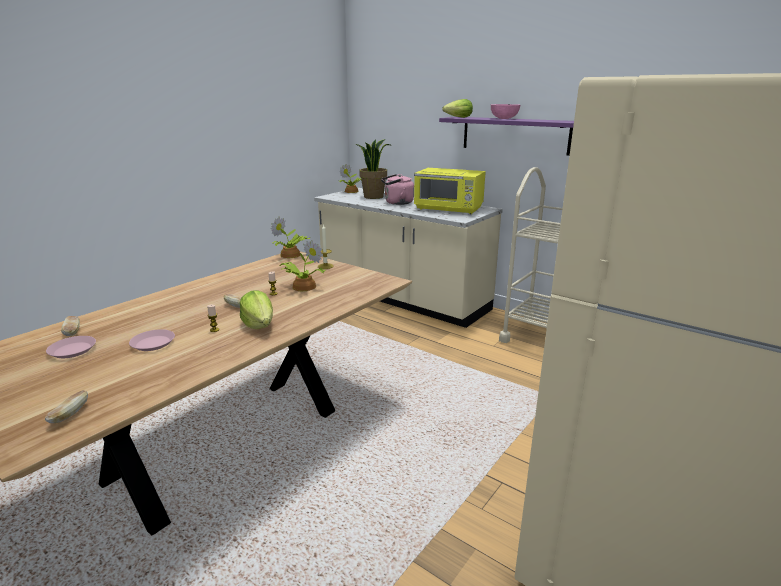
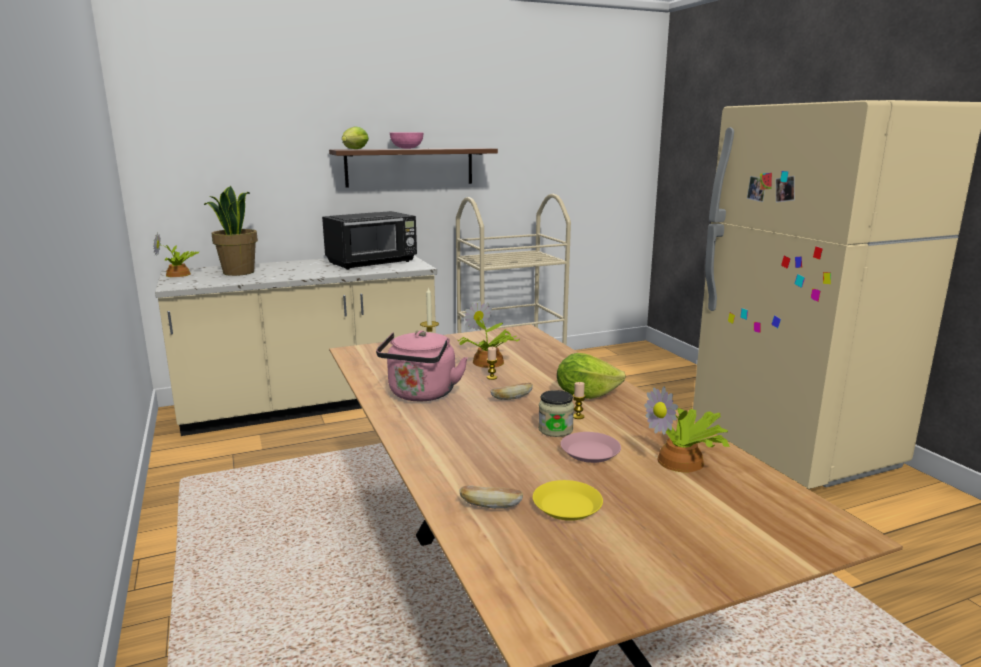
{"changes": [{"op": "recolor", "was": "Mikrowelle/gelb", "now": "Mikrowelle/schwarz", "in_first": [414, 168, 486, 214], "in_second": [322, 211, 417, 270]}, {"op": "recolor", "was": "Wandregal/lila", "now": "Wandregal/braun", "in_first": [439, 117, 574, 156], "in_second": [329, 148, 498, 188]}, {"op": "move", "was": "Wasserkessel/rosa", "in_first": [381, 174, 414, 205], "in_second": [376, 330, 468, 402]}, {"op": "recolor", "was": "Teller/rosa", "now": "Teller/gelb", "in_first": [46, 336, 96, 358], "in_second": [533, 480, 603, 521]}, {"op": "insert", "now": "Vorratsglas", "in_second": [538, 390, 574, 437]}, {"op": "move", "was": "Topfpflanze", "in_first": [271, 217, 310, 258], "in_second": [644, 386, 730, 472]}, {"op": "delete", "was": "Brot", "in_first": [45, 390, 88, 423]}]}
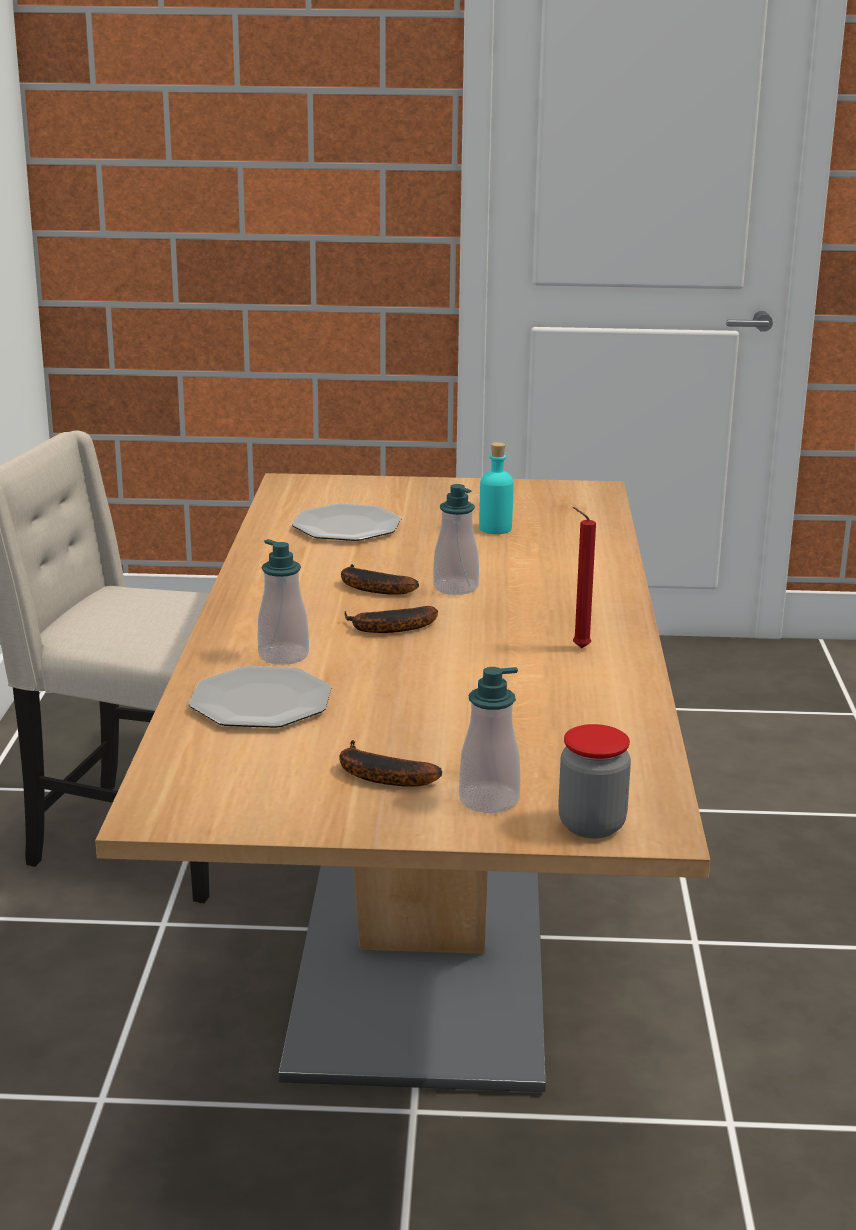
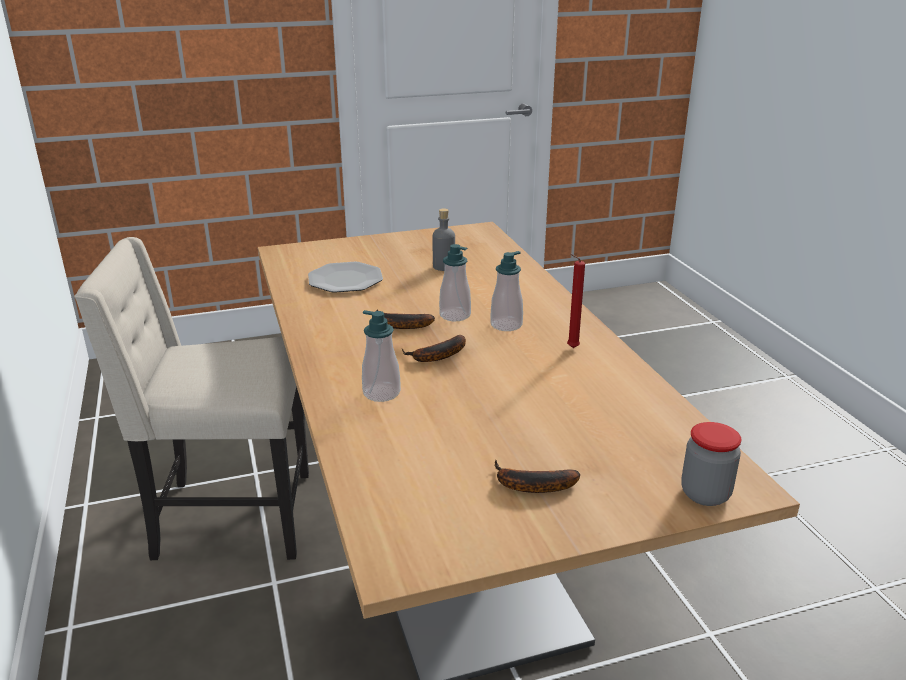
{"changes": [{"op": "recolor", "was": "Flasche/türkis", "now": "Flasche/grau", "in_first": [479, 442, 514, 534], "in_second": [433, 209, 455, 271]}, {"op": "move", "was": "Seifenspender", "in_first": [459, 667, 520, 813], "in_second": [490, 251, 523, 331]}, {"op": "delete", "was": "Teller", "in_first": [189, 666, 331, 728]}]}
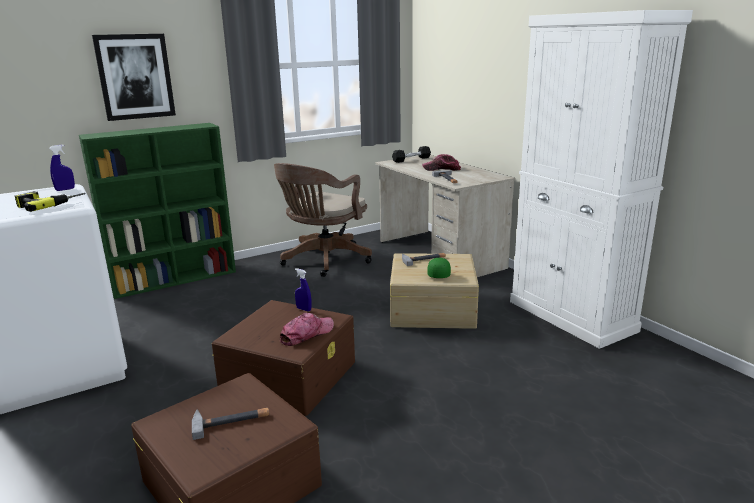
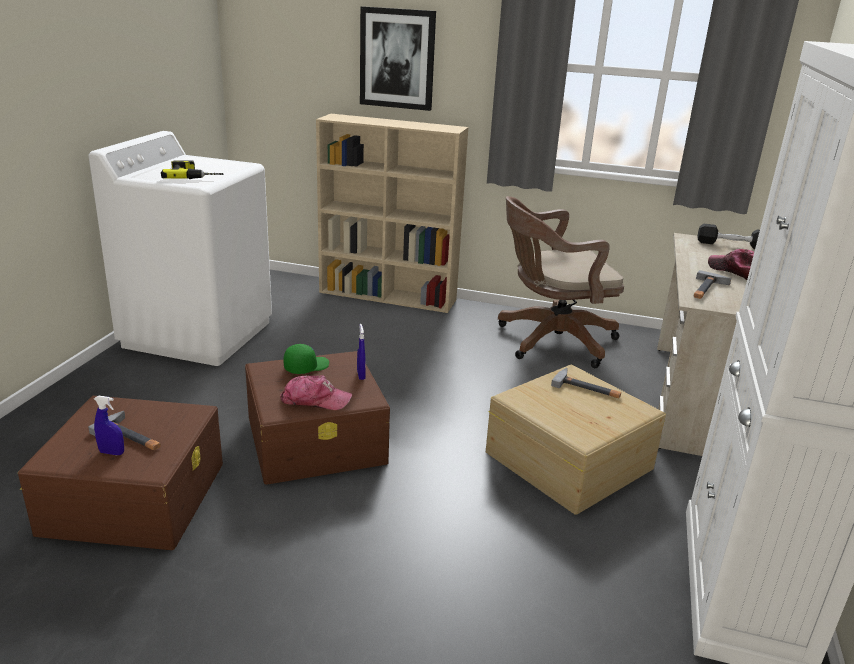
{"changes": [{"op": "move", "was": "Sprühflasche/blau", "in_first": [49, 145, 75, 191], "in_second": [94, 395, 124, 455]}, {"op": "move", "was": "Kappe/grün", "in_first": [427, 258, 451, 278], "in_second": [283, 344, 329, 374]}, {"op": "recolor", "was": "Bücherregal/grün", "now": "Bücherregal/beige", "in_first": [79, 123, 236, 299], "in_second": [316, 114, 468, 313]}]}
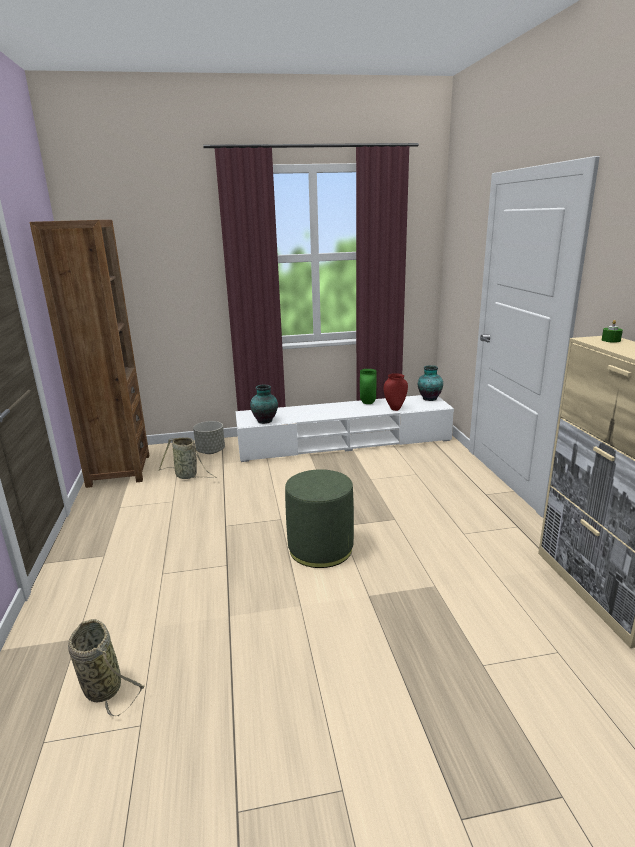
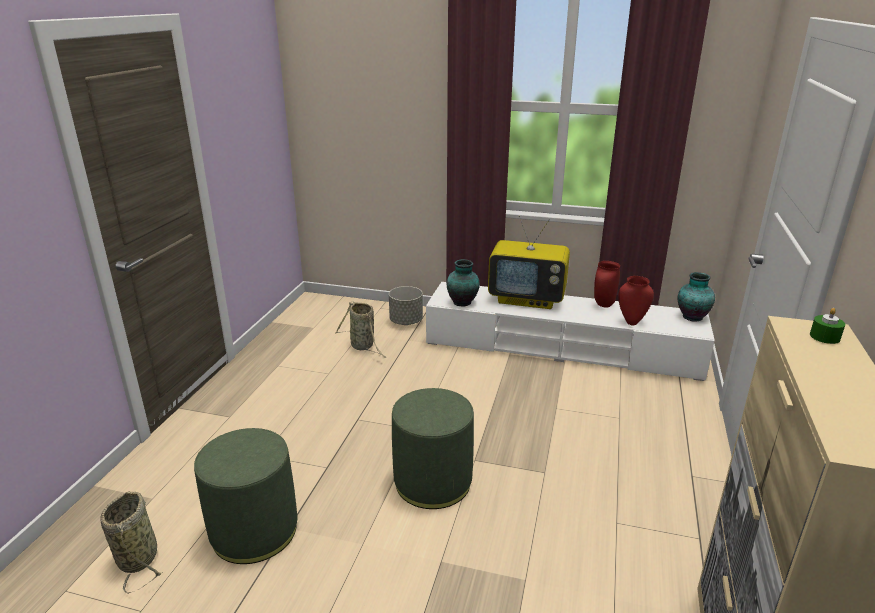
{"changes": [{"op": "insert", "now": "Polsterhocker/grün", "in_second": [194, 428, 297, 564]}, {"op": "insert", "now": "Fernseher", "in_second": [488, 216, 570, 309]}, {"op": "recolor", "was": "Vase/grün", "now": "Vase/rot", "in_first": [360, 369, 377, 404], "in_second": [594, 261, 620, 308]}, {"op": "delete", "was": "Bücherregal/braun", "in_first": [30, 220, 149, 488]}]}
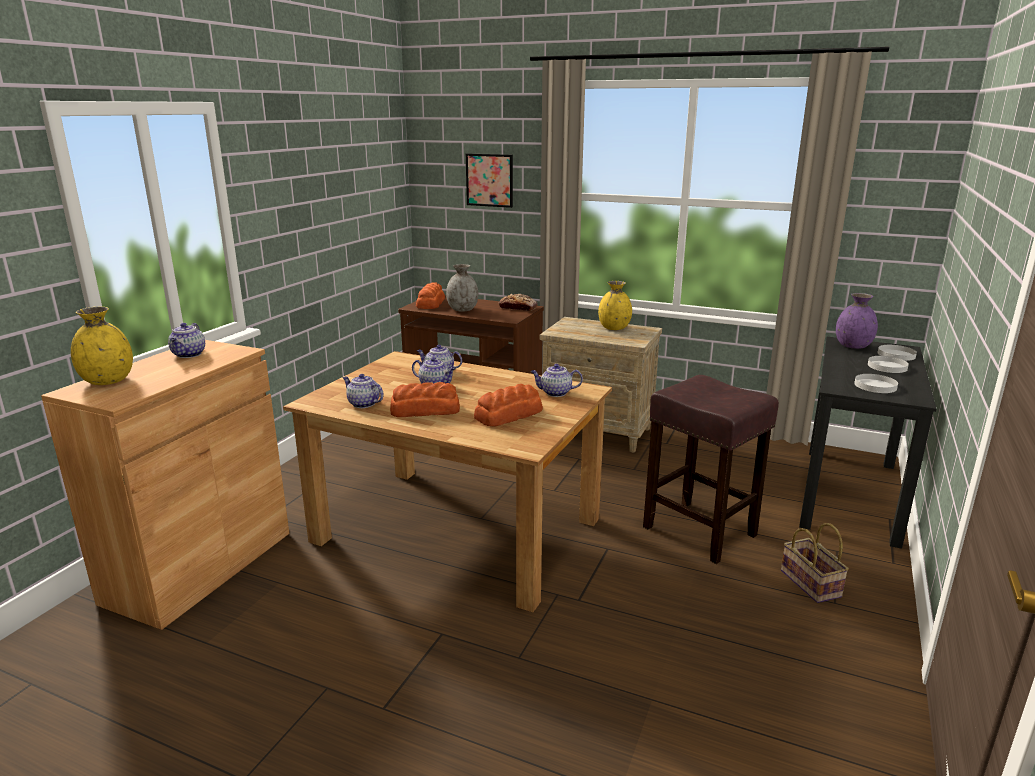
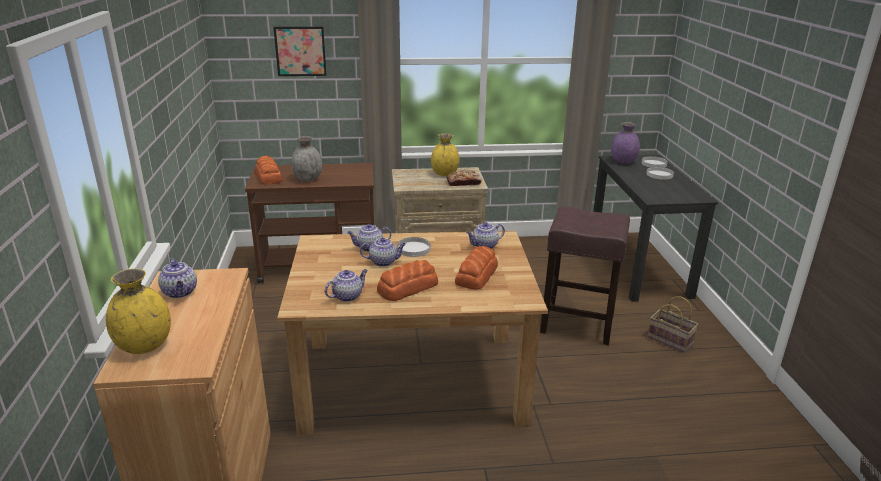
{"changes": [{"op": "rotate", "was": "Teekanne", "in_first": [342, 374, 383, 408], "in_second": [325, 269, 368, 302], "clockwise": 135}, {"op": "move", "was": "Teller/weiß", "in_first": [854, 374, 898, 393], "in_second": [397, 237, 430, 257]}, {"op": "move", "was": "Brot", "in_first": [499, 294, 538, 311], "in_second": [447, 170, 482, 186]}]}
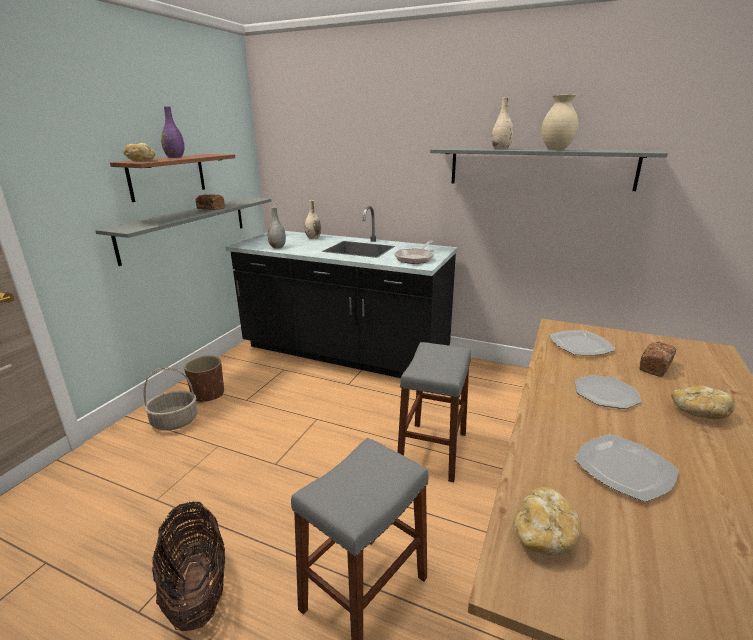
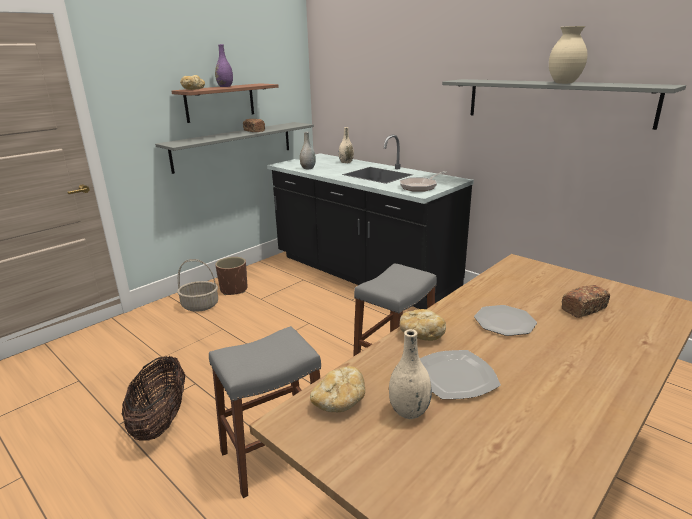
{"changes": [{"op": "move", "was": "Vase/beige", "in_first": [491, 97, 513, 149], "in_second": [389, 329, 432, 419]}, {"op": "move", "was": "Brot", "in_first": [671, 385, 735, 419], "in_second": [400, 309, 446, 341]}, {"op": "delete", "was": "Teller", "in_first": [549, 330, 616, 355]}]}
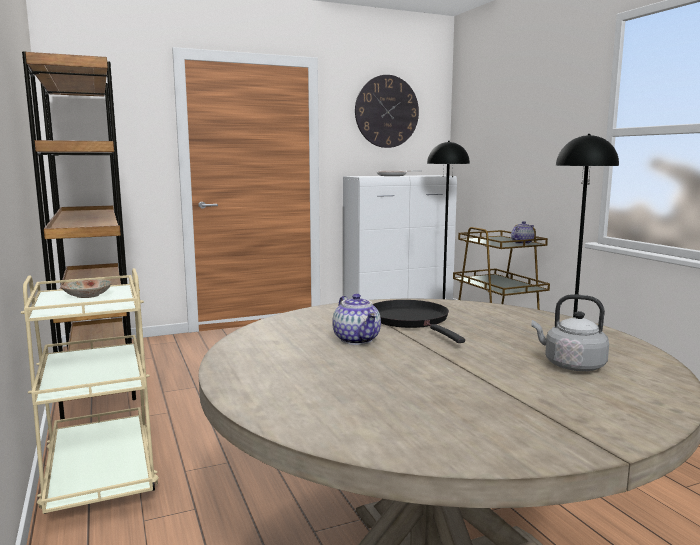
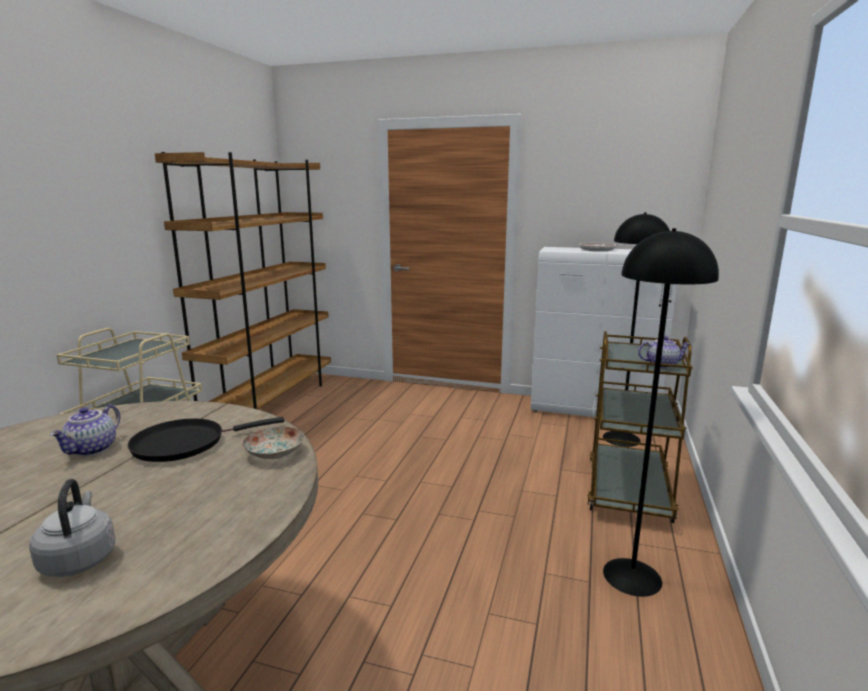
{"changes": [{"op": "rotate", "was": "Pfanne/schwarz", "in_first": [372, 300, 465, 343], "in_second": [127, 417, 285, 462], "clockwise": -135}, {"op": "move", "was": "Teller", "in_first": [61, 280, 112, 298], "in_second": [243, 427, 305, 459]}, {"op": "delete", "was": "Wanduhr", "in_first": [355, 75, 419, 148]}]}
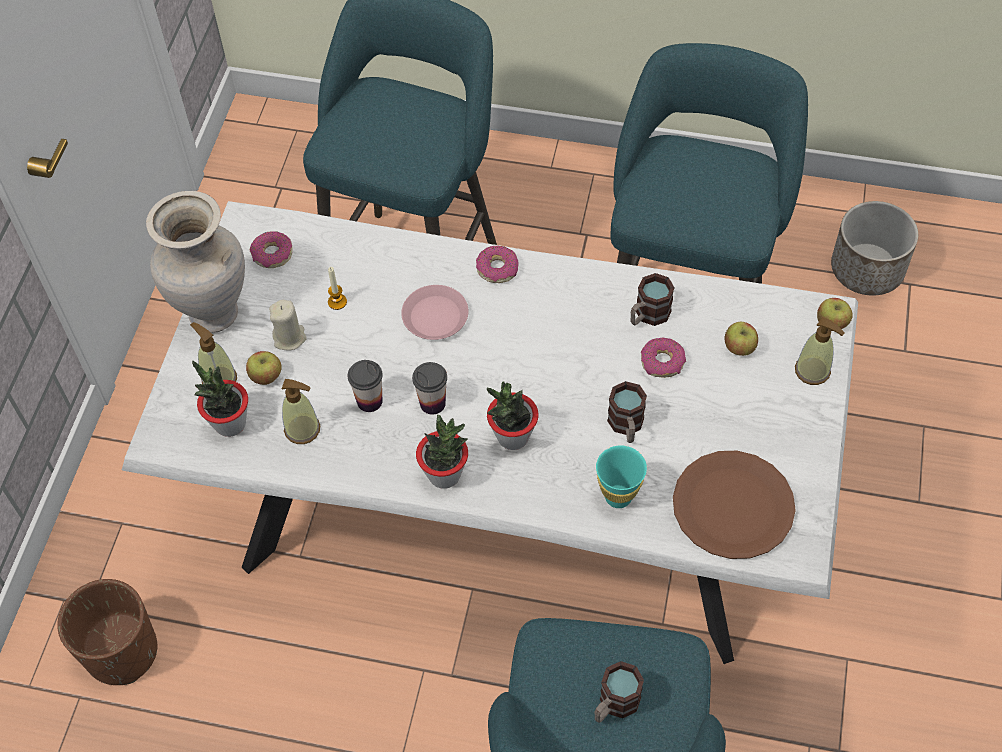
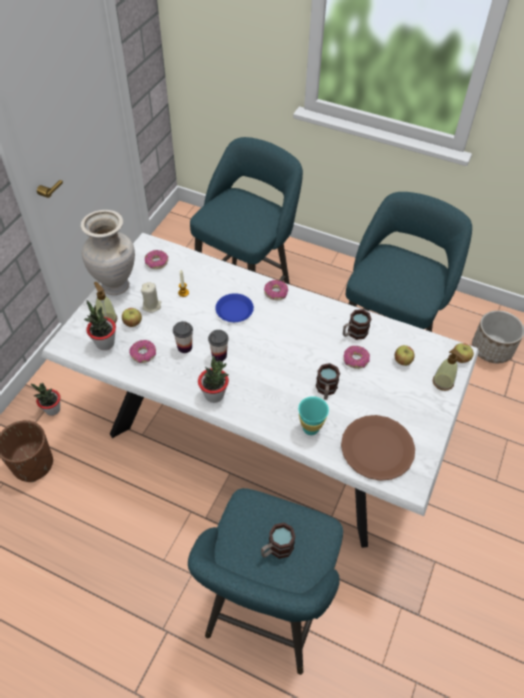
{"changes": [{"op": "move", "was": "Topfpflanze", "in_first": [487, 381, 539, 450], "in_second": [31, 383, 60, 416]}, {"op": "replace", "was": "Seifenspender", "now": "Donut", "in_first": [282, 379, 320, 444], "in_second": [129, 340, 156, 363]}, {"op": "recolor", "was": "Teller/rosa", "now": "Teller/blau", "in_first": [401, 285, 469, 340], "in_second": [215, 293, 254, 322]}]}
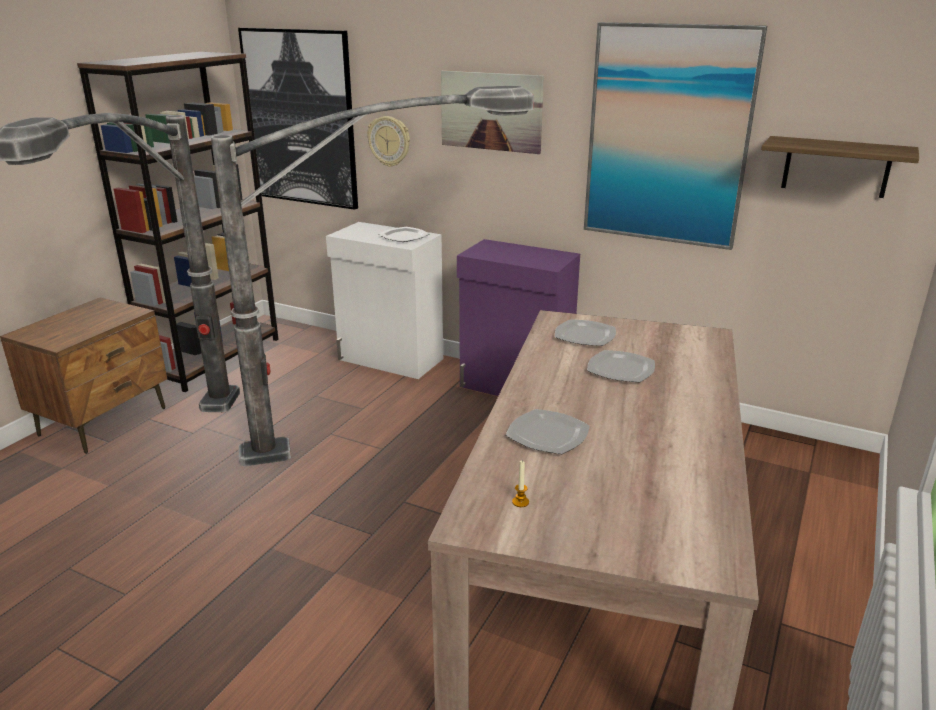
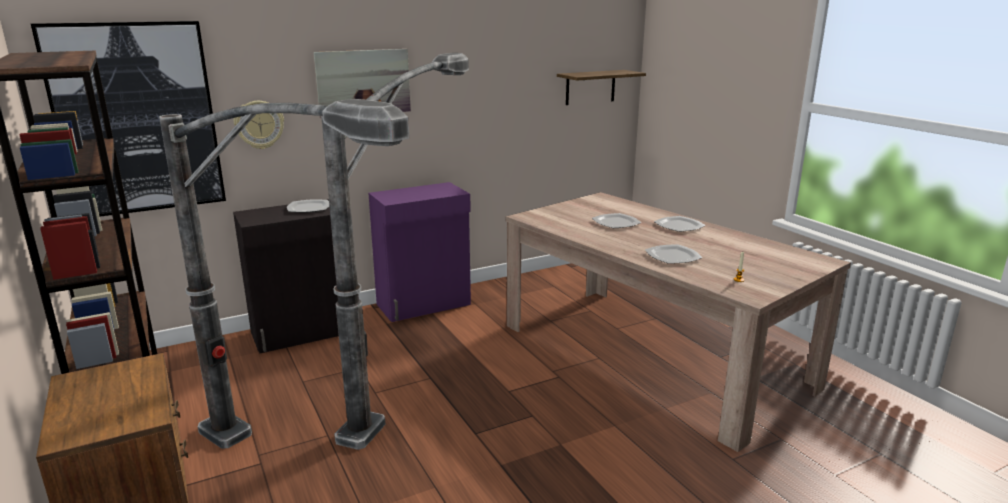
{"changes": [{"op": "recolor", "was": "Schrank/weiß", "now": "Schrank/schwarz", "in_first": [326, 222, 443, 379], "in_second": [233, 199, 339, 354]}, {"op": "move", "was": "Teller", "in_first": [555, 319, 616, 346], "in_second": [654, 216, 706, 232]}, {"op": "delete", "was": "Bild", "in_first": [584, 22, 767, 250]}]}
